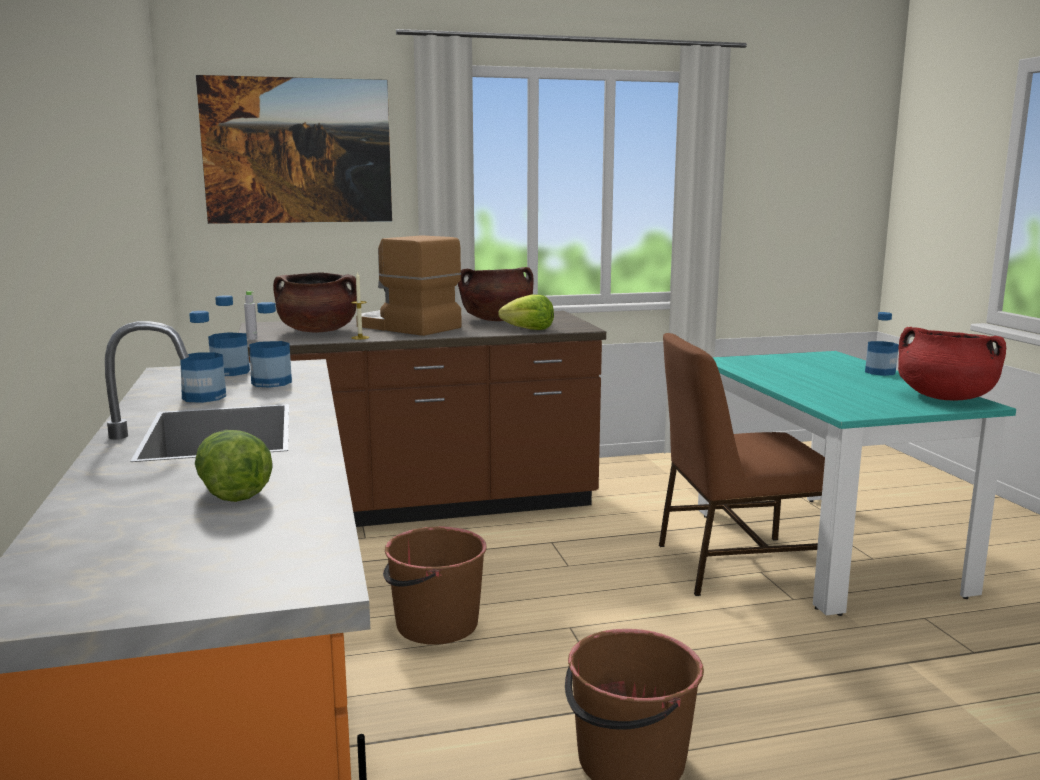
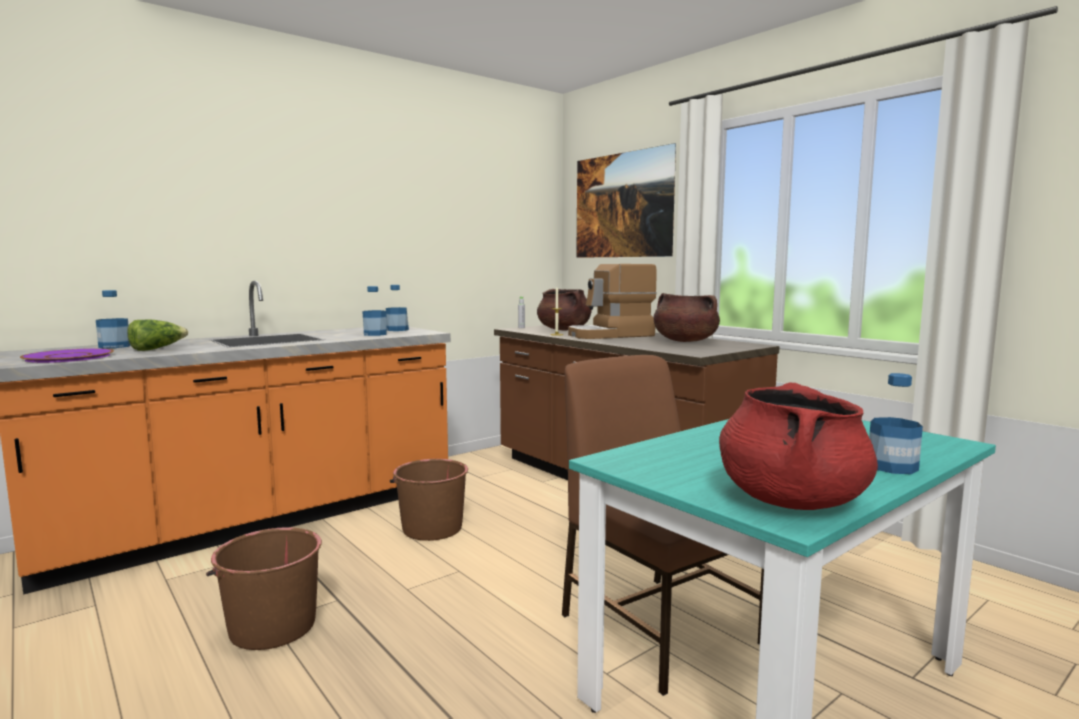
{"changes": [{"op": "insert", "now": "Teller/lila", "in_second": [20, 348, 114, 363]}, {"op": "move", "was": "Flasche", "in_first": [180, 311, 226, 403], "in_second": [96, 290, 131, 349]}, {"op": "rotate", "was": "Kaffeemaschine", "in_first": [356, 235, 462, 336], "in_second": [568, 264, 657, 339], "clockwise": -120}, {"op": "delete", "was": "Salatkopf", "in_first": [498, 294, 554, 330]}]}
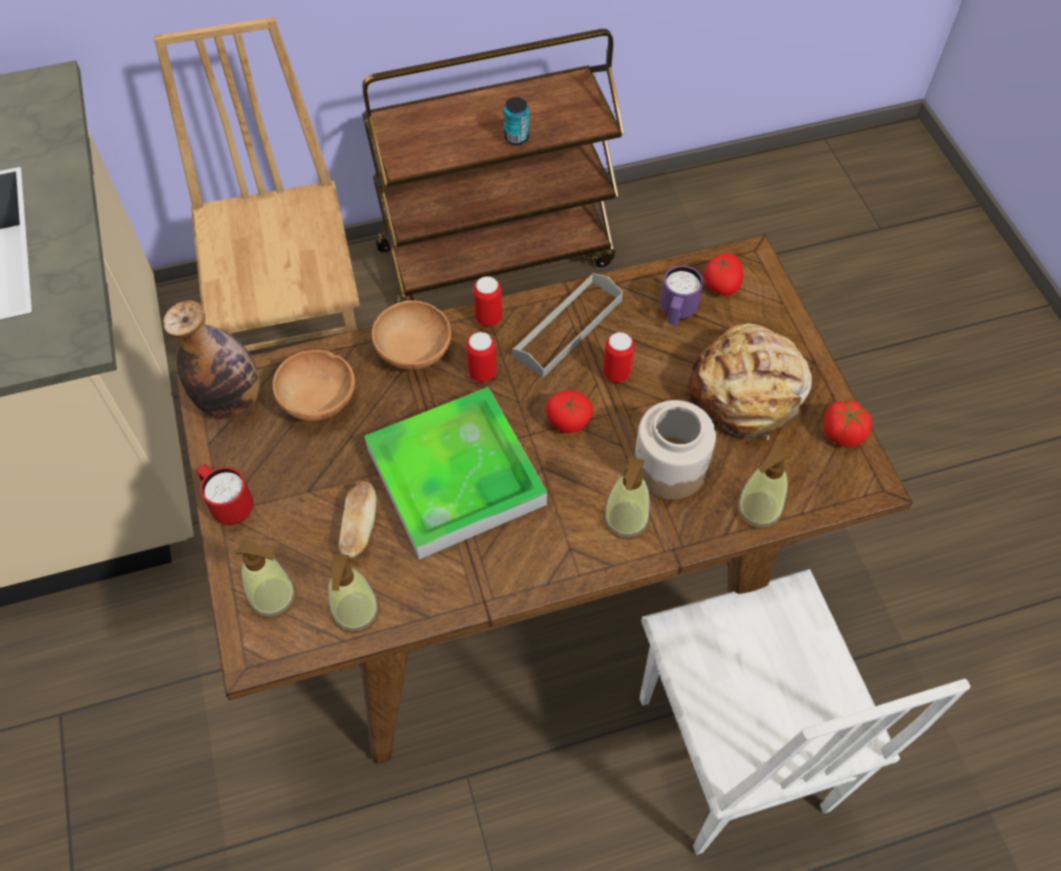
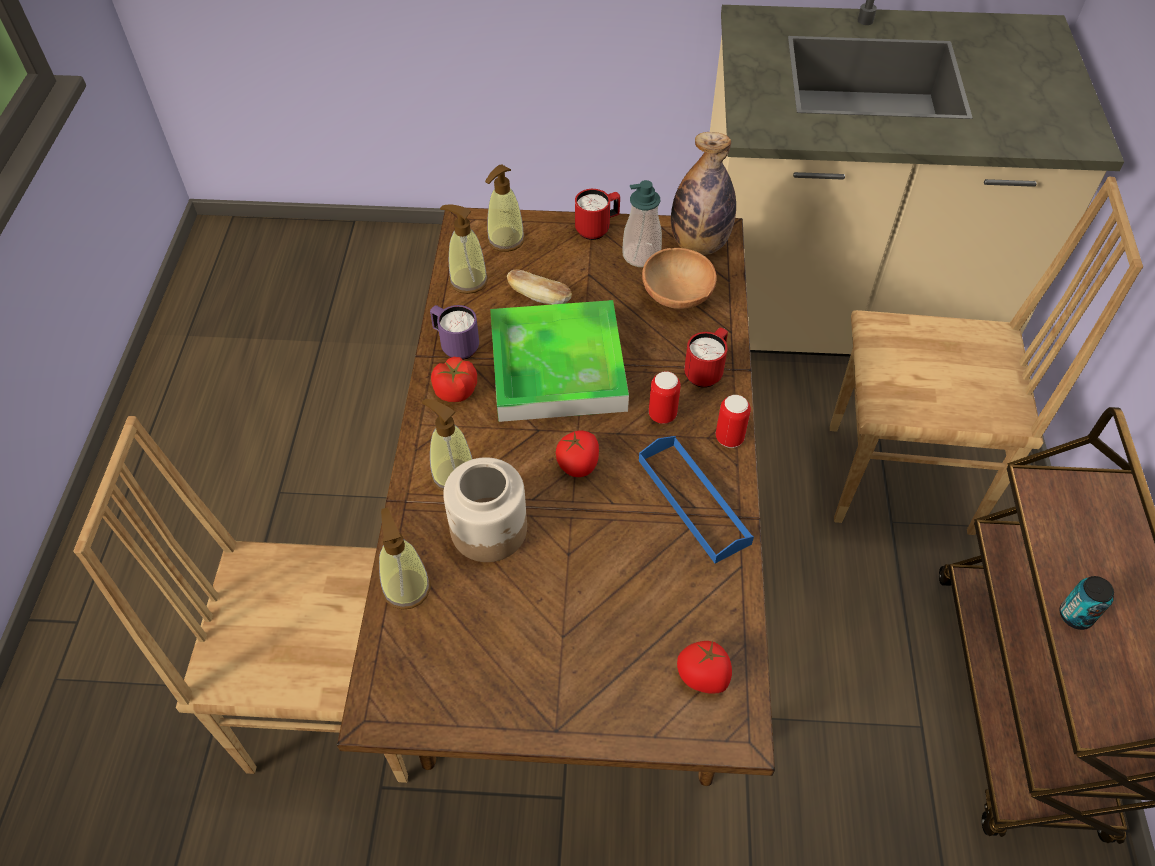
{"changes": [{"op": "recolor", "was": "Stuhl/weiß", "now": "Stuhl/braun", "in_first": [639, 569, 970, 855], "in_second": [73, 416, 408, 783]}, {"op": "move", "was": "Henkelbecher/lila", "in_first": [660, 266, 703, 325], "in_second": [430, 305, 479, 360]}, {"op": "move", "was": "Tomate", "in_first": [823, 400, 872, 447], "in_second": [431, 357, 477, 402]}, {"op": "insert", "now": "Seifenspender", "in_second": [622, 180, 662, 267]}, {"op": "recolor", "was": "Tablett/grau", "now": "Tablett/blau", "in_first": [513, 273, 623, 377], "in_second": [639, 436, 754, 564]}, {"op": "replace", "was": "Schüssel/braun", "now": "Henkelbecher/rot", "in_first": [371, 300, 451, 369], "in_second": [684, 328, 728, 388]}, {"op": "delete", "was": "Dose", "in_first": [603, 332, 635, 383]}, {"op": "delete", "was": "Brot", "in_first": [687, 323, 812, 440]}]}
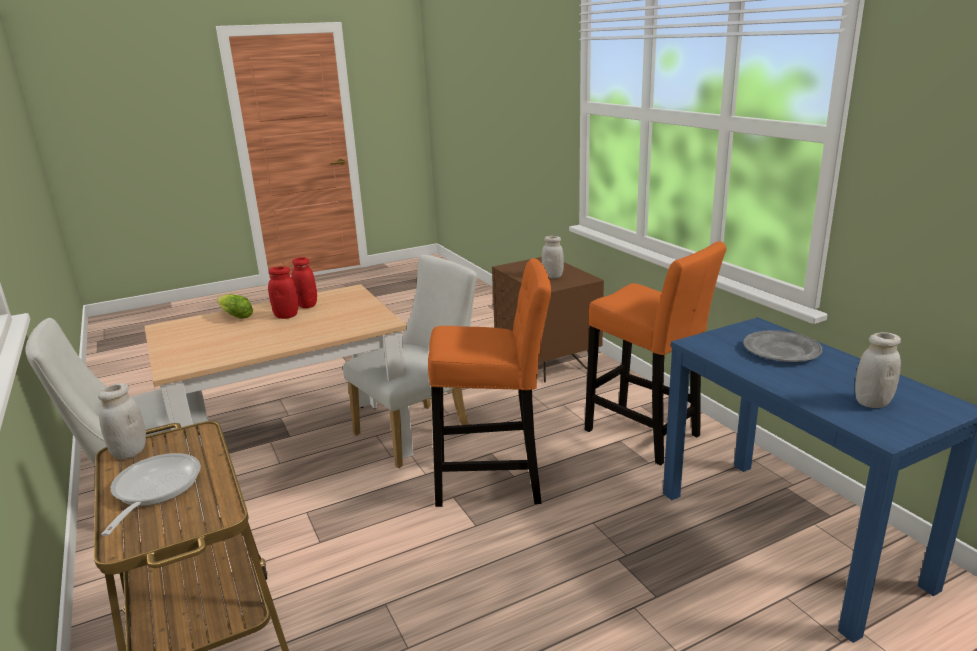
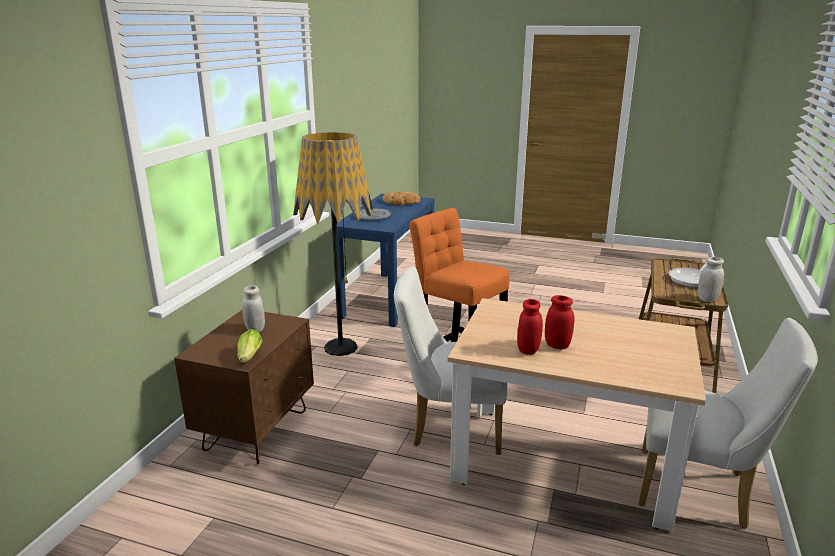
{"changes": [{"op": "move", "was": "Salatkopf", "in_first": [217, 294, 253, 319], "in_second": [237, 329, 263, 363]}, {"op": "replace", "was": "Hocker/orange", "now": "Stehlampe", "in_first": [585, 241, 726, 466], "in_second": [293, 132, 373, 356]}, {"op": "replace", "was": "Vorratsglas/weiß", "now": "Brot", "in_first": [855, 332, 901, 408], "in_second": [383, 191, 421, 205]}]}
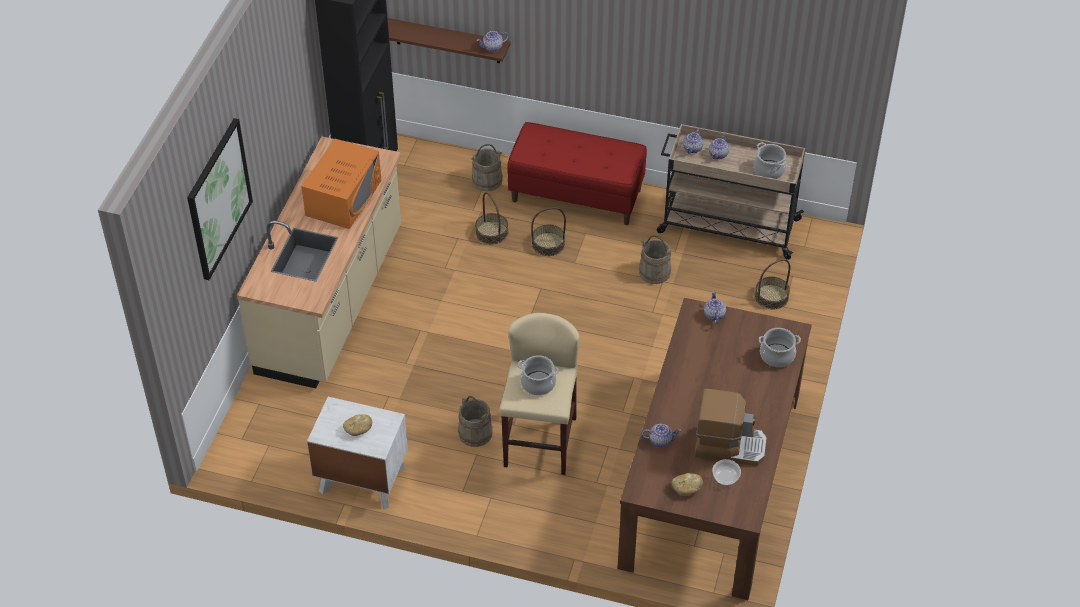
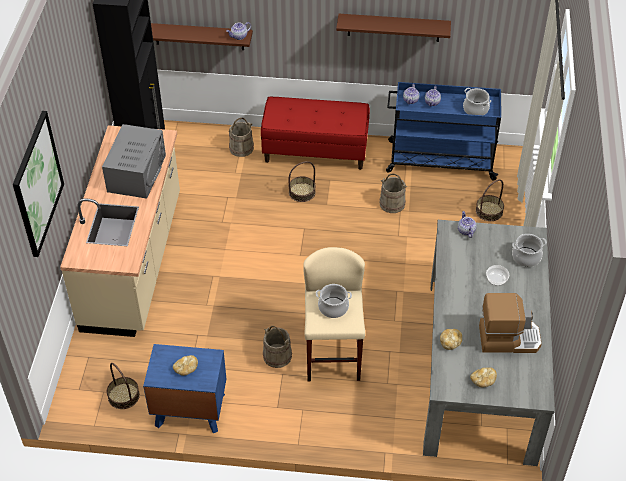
{"changes": [{"op": "recolor", "was": "Mikrowelle/orange", "now": "Mikrowelle/grau", "in_first": [301, 139, 381, 229], "in_second": [102, 124, 166, 199]}, {"op": "move", "was": "Korb", "in_first": [475, 192, 508, 244], "in_second": [107, 363, 140, 409]}, {"op": "recolor", "was": "Nachttisch/weiß", "now": "Nachttisch/blau", "in_first": [307, 397, 408, 509], "in_second": [143, 344, 226, 433]}, {"op": "insert", "now": "Wandregal/braun", "in_second": [336, 14, 451, 42]}, {"op": "recolor", "was": "Rollwagen/beige", "now": "Rollwagen/blau", "in_first": [657, 124, 805, 260], "in_second": [386, 82, 501, 181]}, {"op": "recolor", "was": "Esstisch/braun", "now": "Esstisch/grau", "in_first": [617, 298, 812, 600], "in_second": [423, 220, 555, 466]}, {"op": "replace", "was": "Teekanne", "now": "Brot", "in_first": [642, 424, 681, 447], "in_second": [440, 329, 462, 350]}, {"op": "move", "was": "Schüssel", "in_first": [712, 459, 741, 485], "in_second": [486, 265, 509, 286]}]}
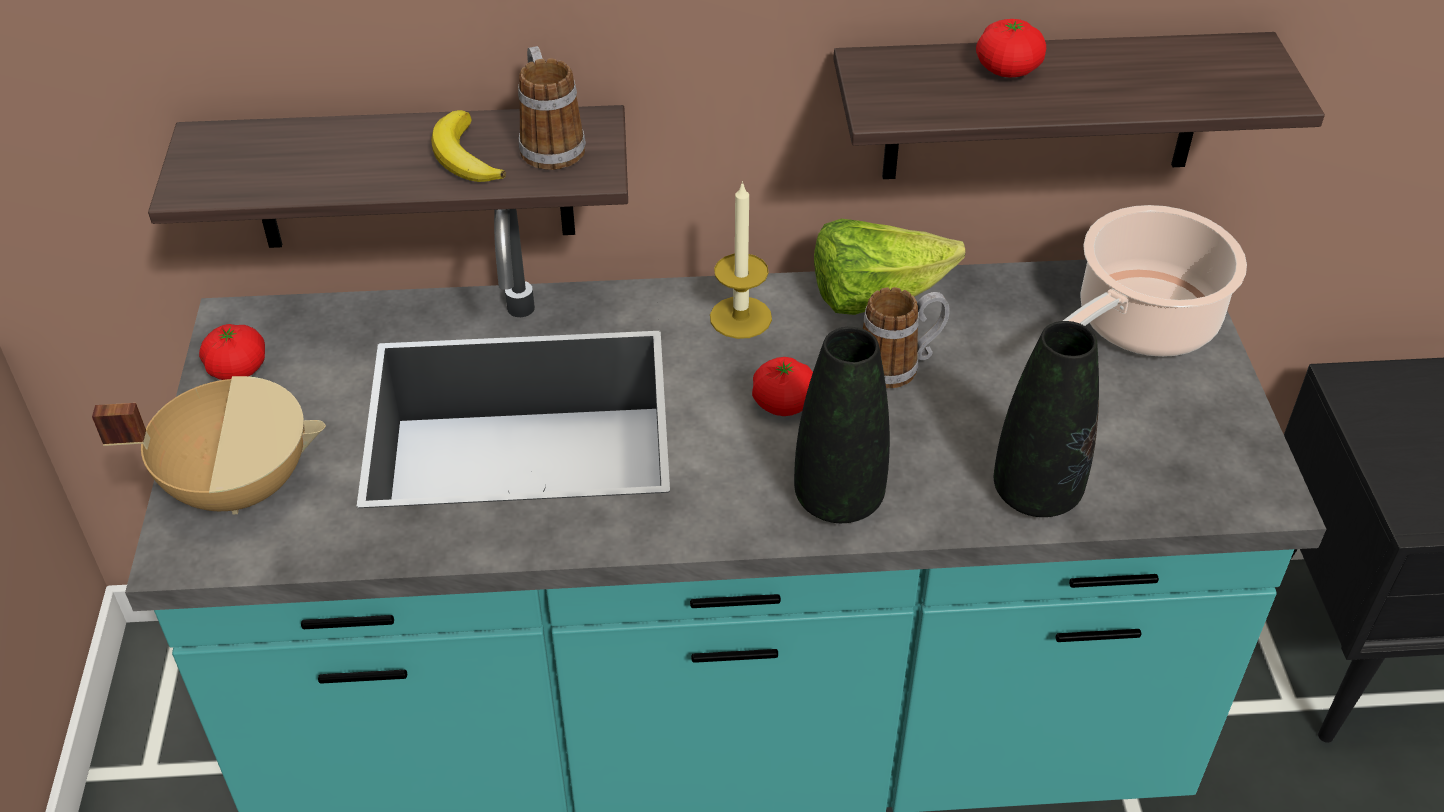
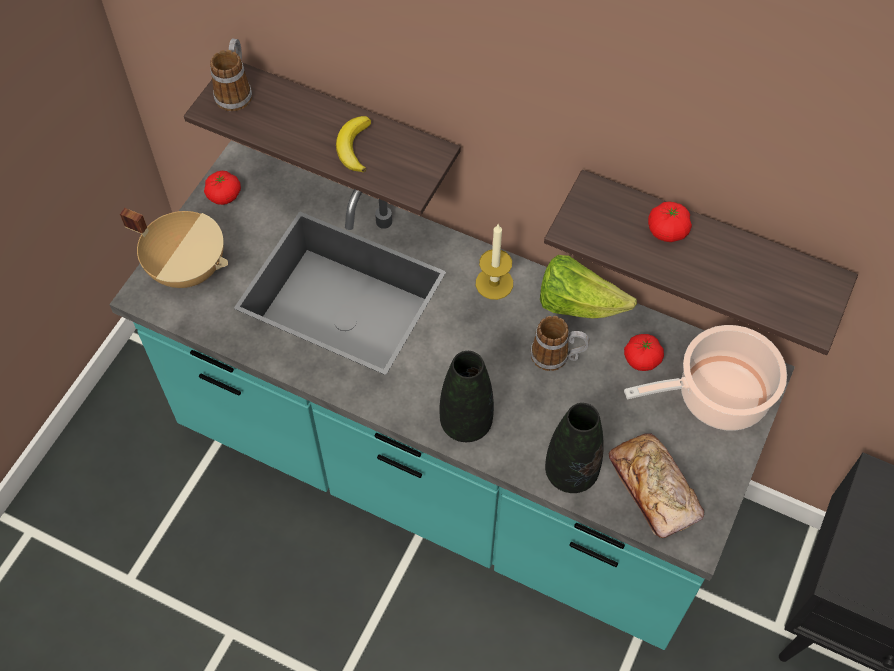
{"changes": [{"op": "move", "was": "Henkelbecher", "in_first": [518, 46, 586, 170], "in_second": [210, 38, 252, 111]}, {"op": "insert", "now": "Brot", "in_second": [609, 433, 704, 538]}, {"op": "move", "was": "Tomate", "in_first": [752, 357, 813, 416], "in_second": [624, 334, 664, 371]}]}
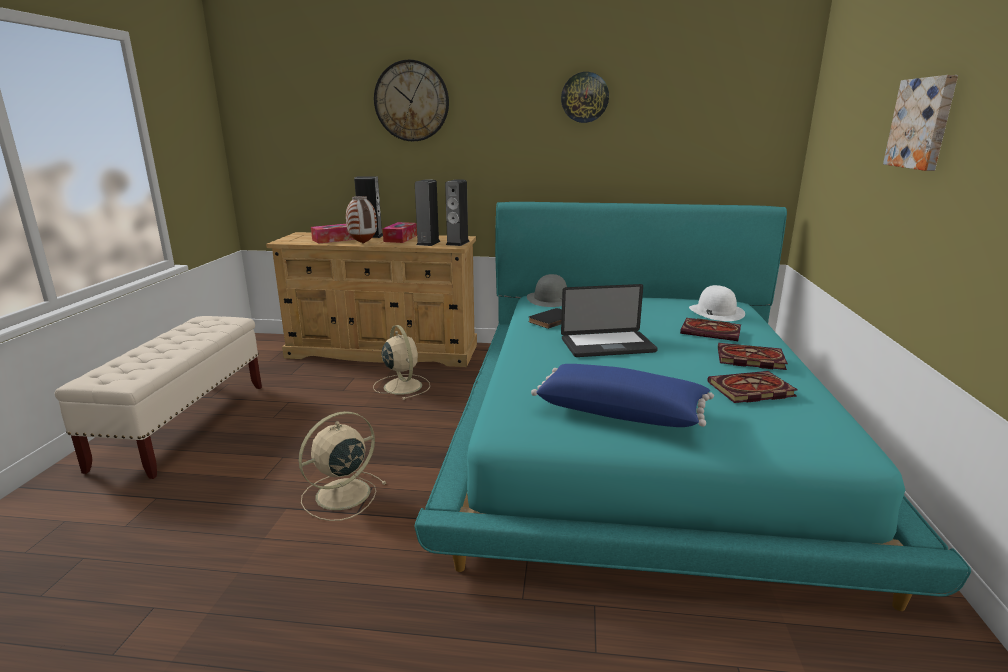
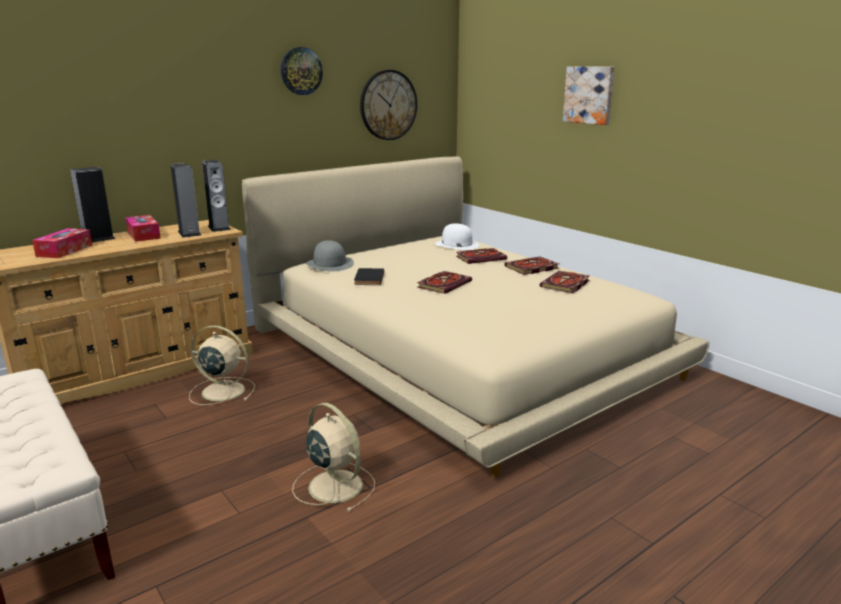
{"changes": [{"op": "recolor", "was": "Bett/türkis", "now": "Bett/beige", "in_first": [415, 202, 971, 611], "in_second": [242, 156, 710, 478]}, {"op": "rotate", "was": "Ventilator/beige", "in_first": [299, 411, 387, 521], "in_second": [292, 403, 375, 512], "clockwise": 135}, {"op": "move", "was": "Wanduhr", "in_first": [374, 60, 449, 141], "in_second": [360, 70, 417, 140]}, {"op": "replace", "was": "Laptop", "now": "Buch", "in_first": [561, 284, 658, 357], "in_second": [417, 271, 472, 294]}, {"op": "delete", "was": "Vase", "in_first": [346, 196, 377, 244]}, {"op": "delete", "was": "Kissen/blau", "in_first": [531, 364, 714, 427]}]}
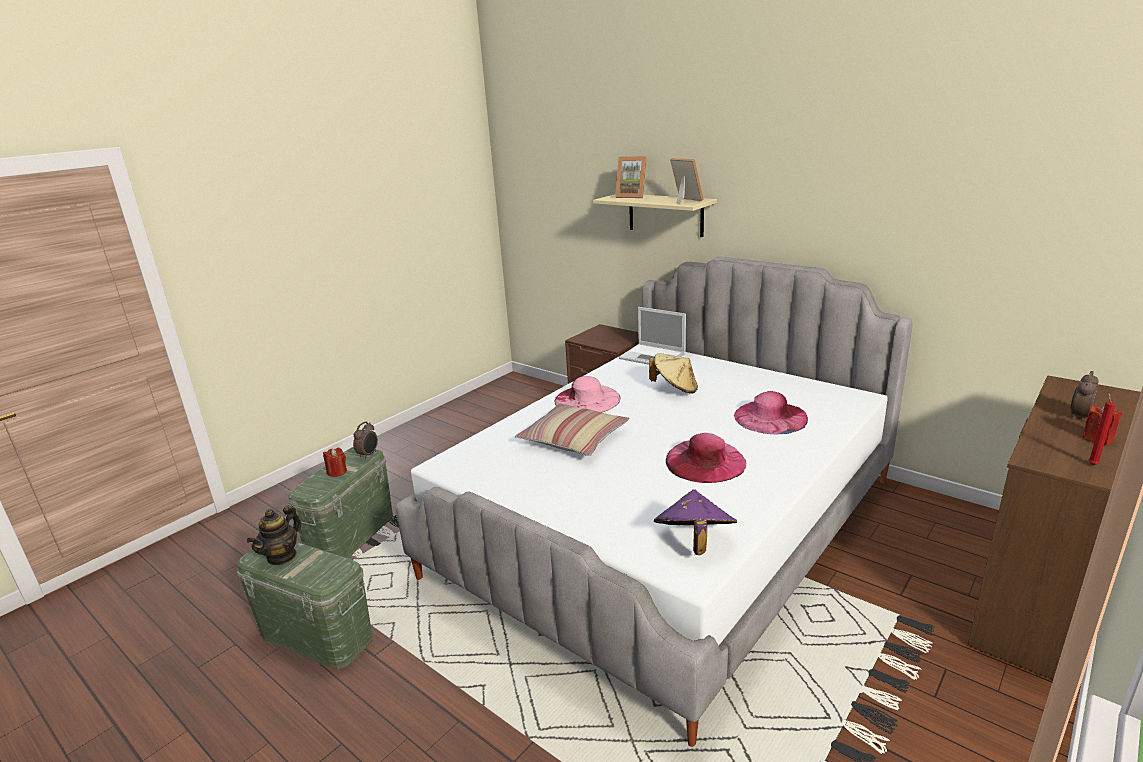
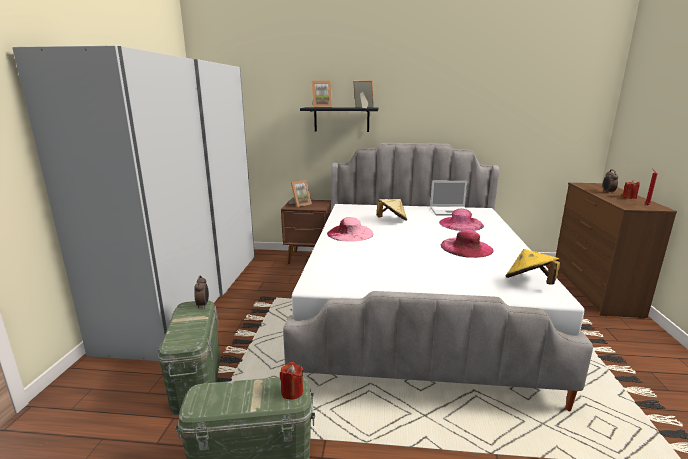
{"changes": [{"op": "insert", "now": "Kleiderschrank/weiß", "in_second": [12, 46, 255, 361]}, {"op": "move", "was": "Kerze/rot", "in_first": [323, 448, 347, 477], "in_second": [280, 362, 303, 400]}, {"op": "insert", "now": "Bilderrahmen", "in_second": [289, 180, 312, 207]}, {"op": "recolor", "was": "Wandregal/beige", "now": "Wandregal/schwarz", "in_first": [593, 194, 717, 237], "in_second": [300, 107, 378, 132]}, {"op": "move", "was": "Laptop", "in_first": [619, 307, 686, 365], "in_second": [430, 181, 472, 216]}, {"op": "recolor", "was": "Hut/lila", "now": "Hut/gelb", "in_first": [654, 489, 737, 555], "in_second": [506, 249, 560, 284]}, {"op": "delete", "was": "Teekanne", "in_first": [247, 505, 301, 565]}, {"op": "delete", "was": "Kissen", "in_first": [515, 403, 629, 456]}]}
